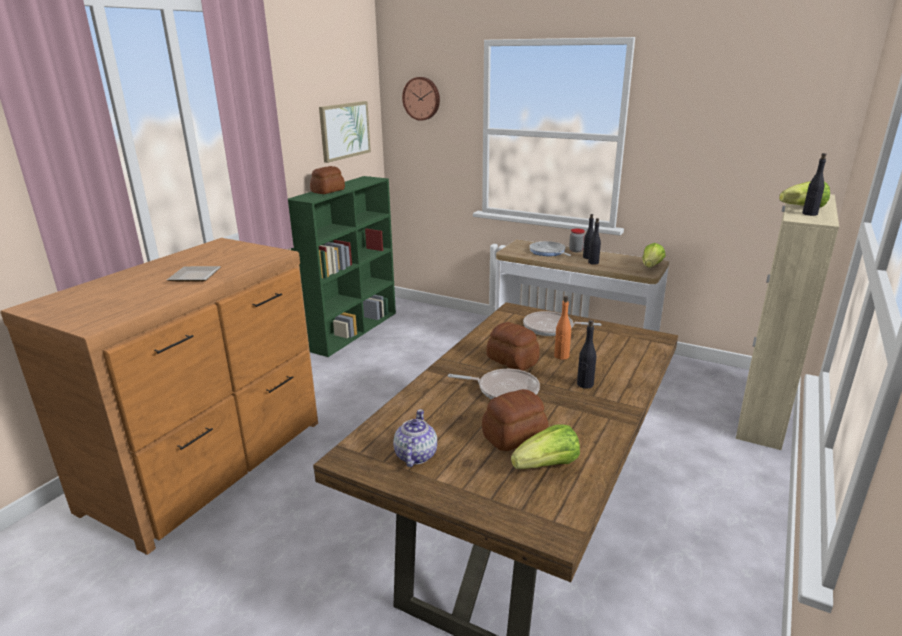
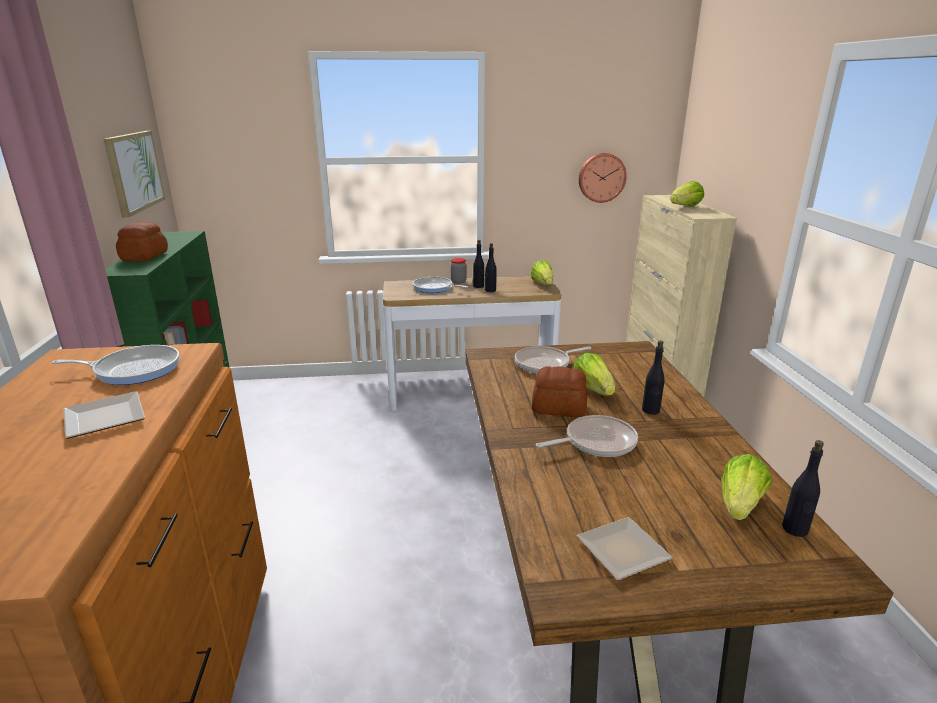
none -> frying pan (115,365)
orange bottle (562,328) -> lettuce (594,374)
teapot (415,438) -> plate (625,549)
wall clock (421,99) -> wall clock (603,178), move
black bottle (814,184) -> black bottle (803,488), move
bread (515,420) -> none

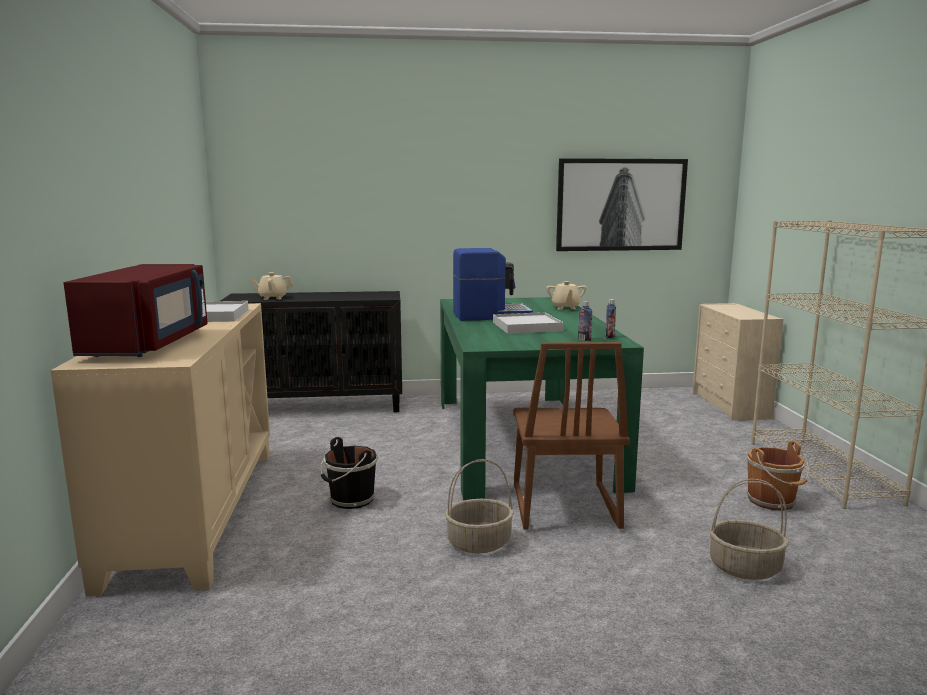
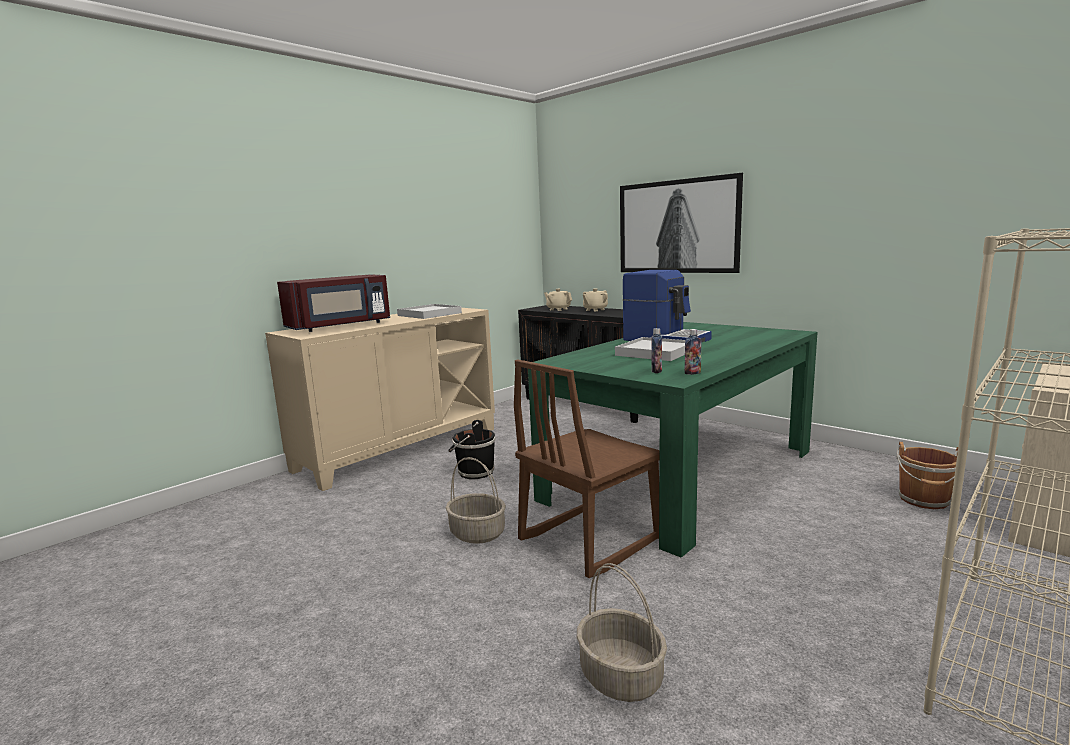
beige teapot (566,295) -> beige teapot (595,299), move
picture (622,204) -> picture (681,223), move
brown bucket (778,476) -> brown bucket (927,475), move

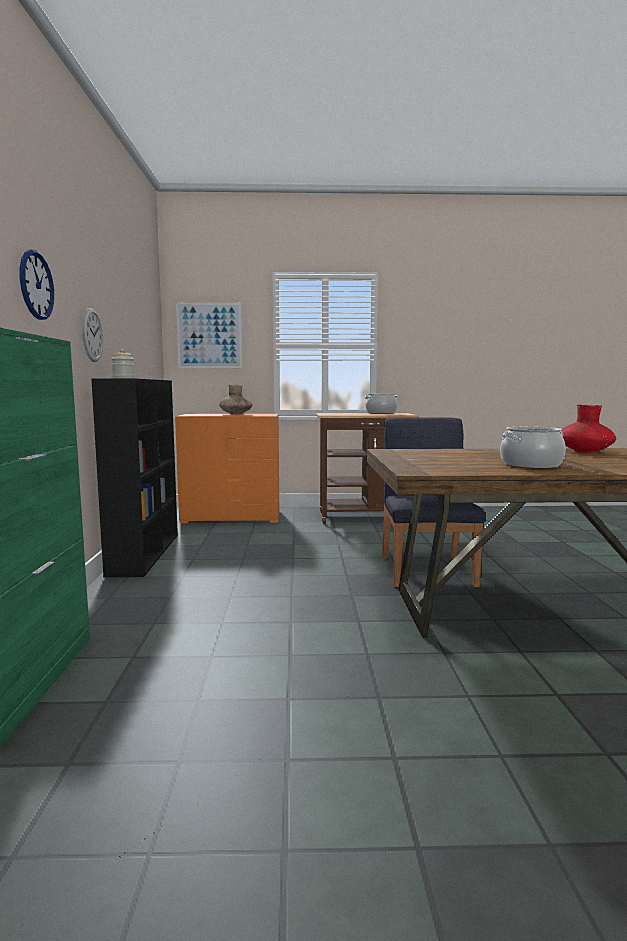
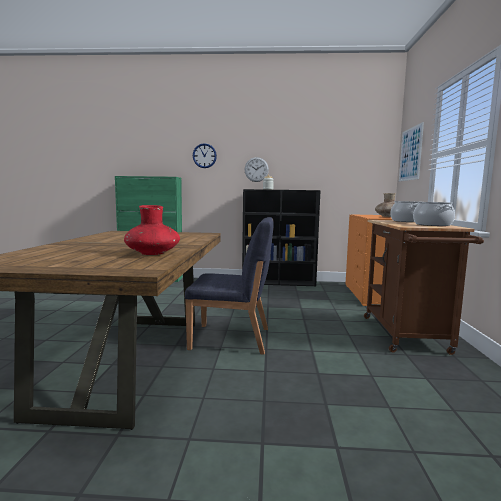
cooking pot (533,448) -> cooking pot (404,211), move

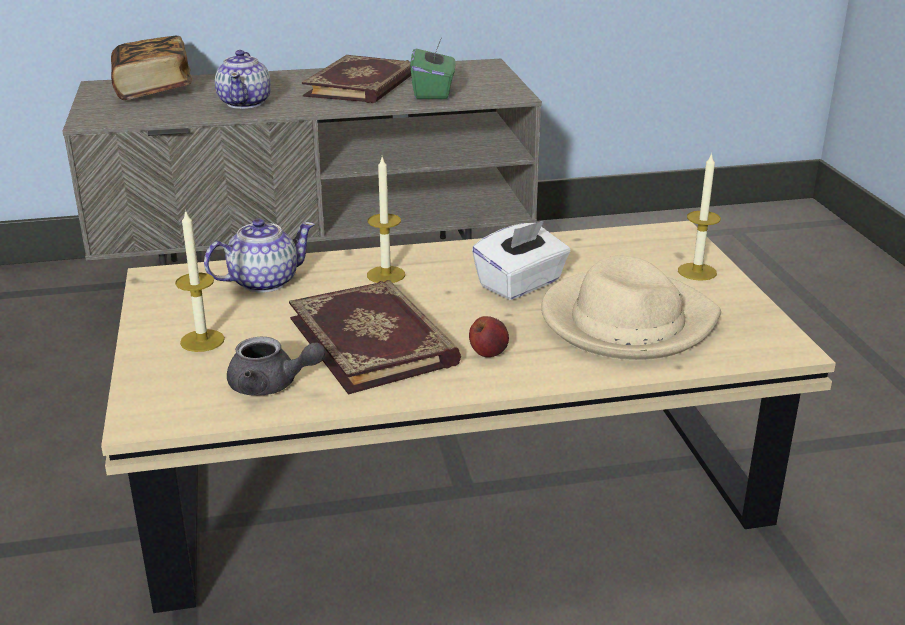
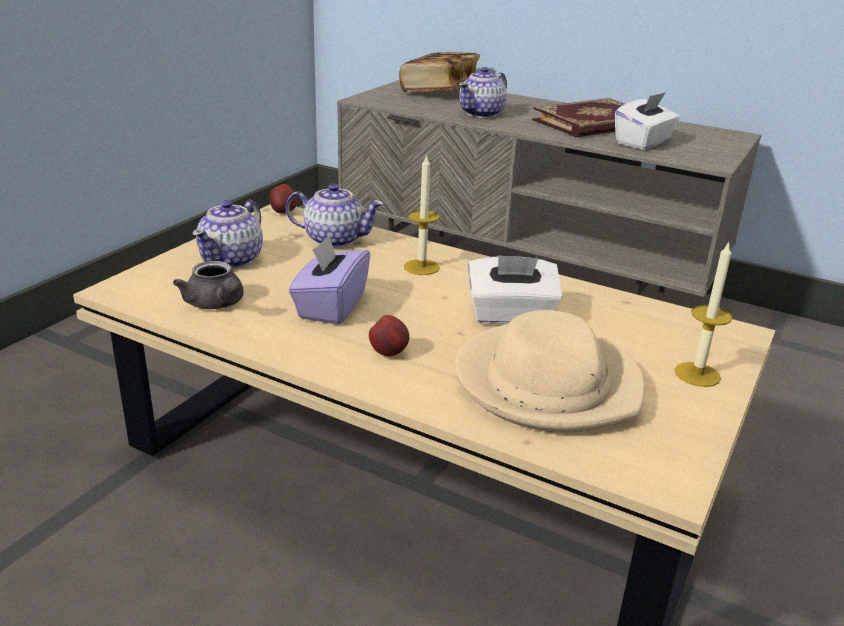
candle (200,280) -> teapot (227,234)
none -> apple (284,199)
book (375,337) -> purple tissue box (329,280)
green tissue box (432,69) -> white tissue box (647,121)

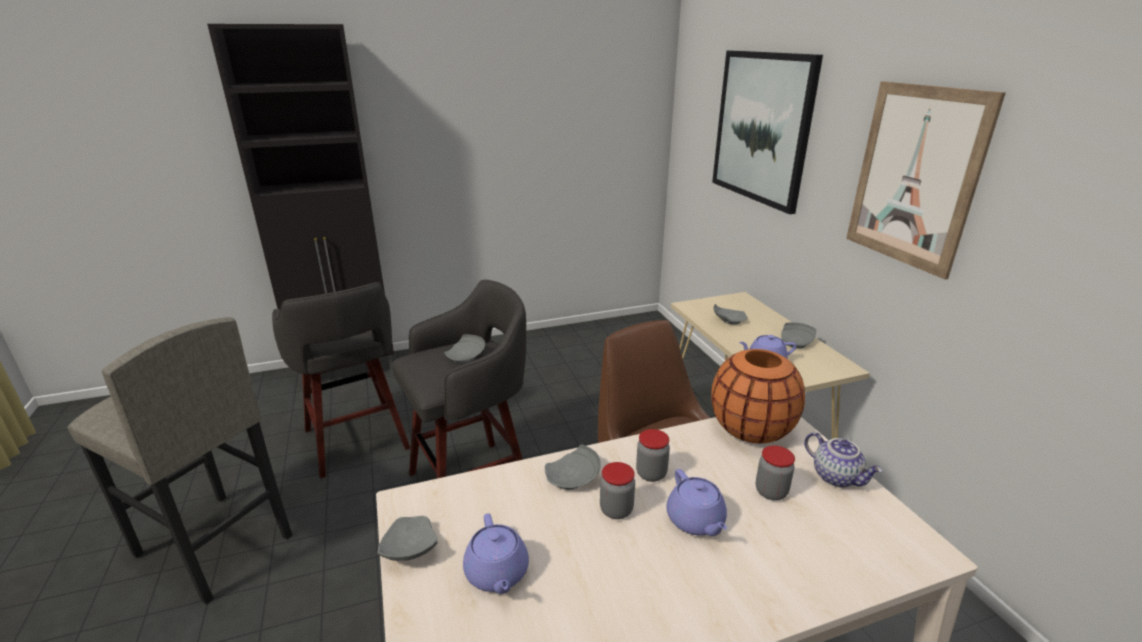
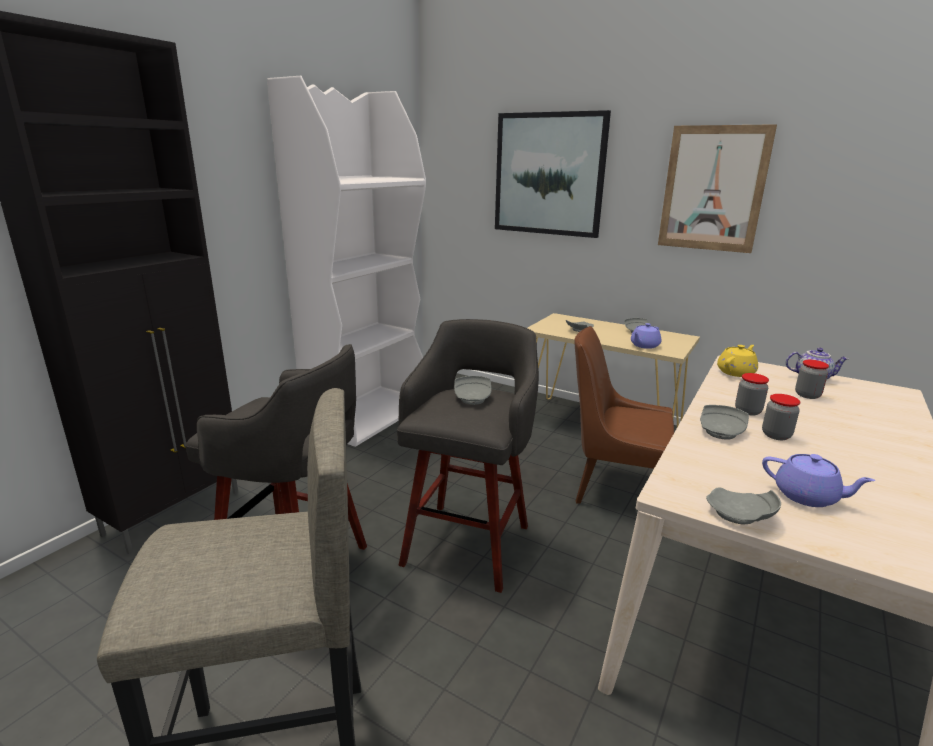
none -> white bookcase (346,261)
orange vase (758,396) -> yellow teapot (737,361)
purple teapot (696,502) -> none

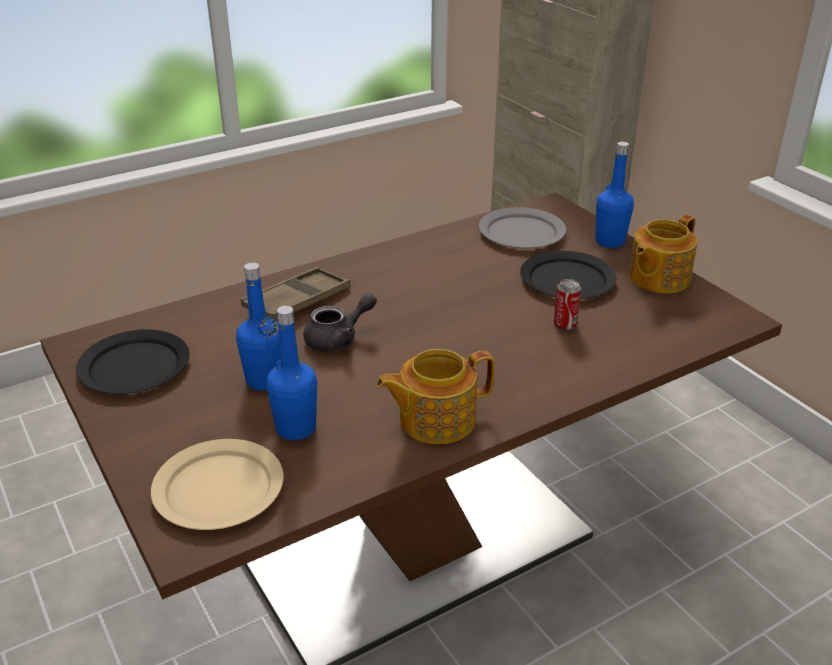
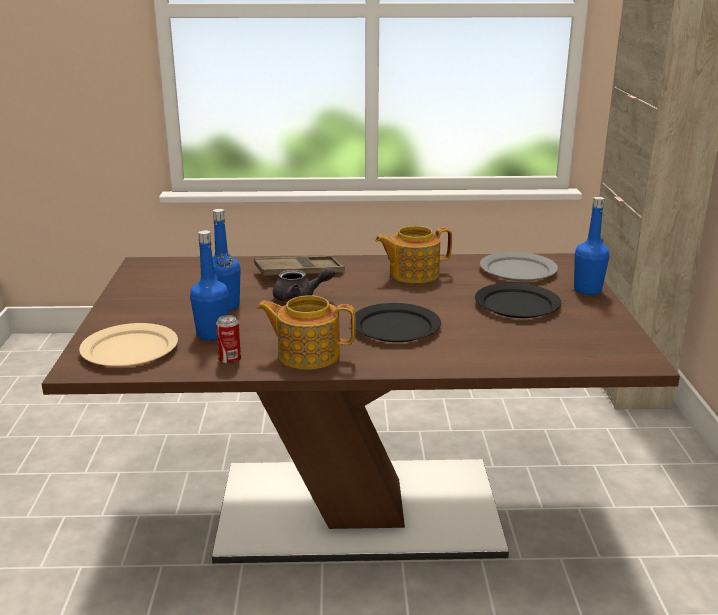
can (567,305) -> can (228,340), move
black plate (133,361) -> black plate (396,322), move
teapot (663,254) -> teapot (413,254), move

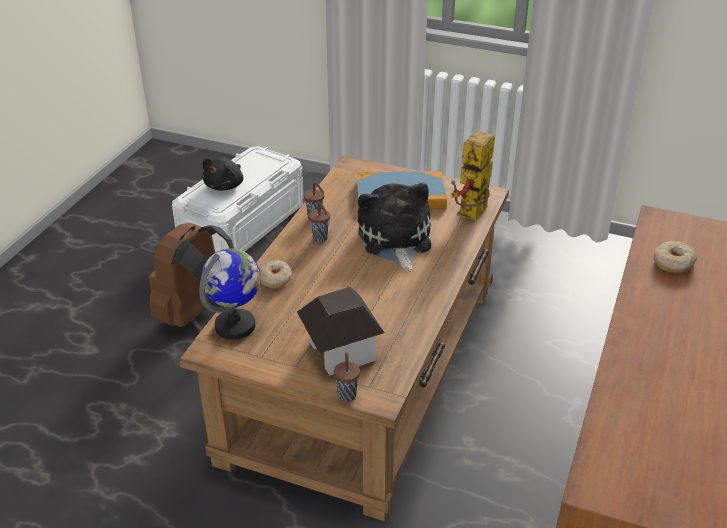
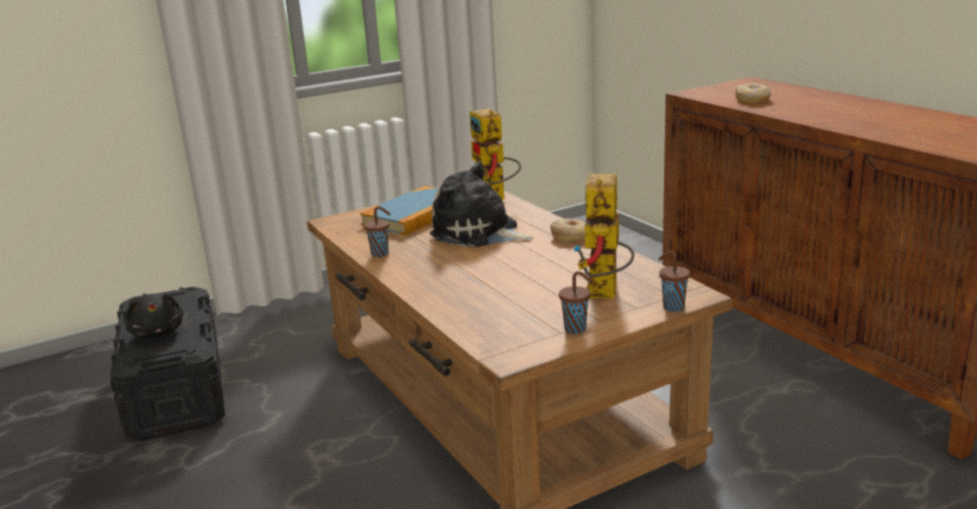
white storage box (238,199) -> black storage box (167,363)
donut (275,274) -> donut (567,229), move
brown cup (319,222) -> brown cup (576,302), move
toy house (341,331) -> toy robot (603,236)
brown backpack (191,277) -> none
globe (230,294) -> none

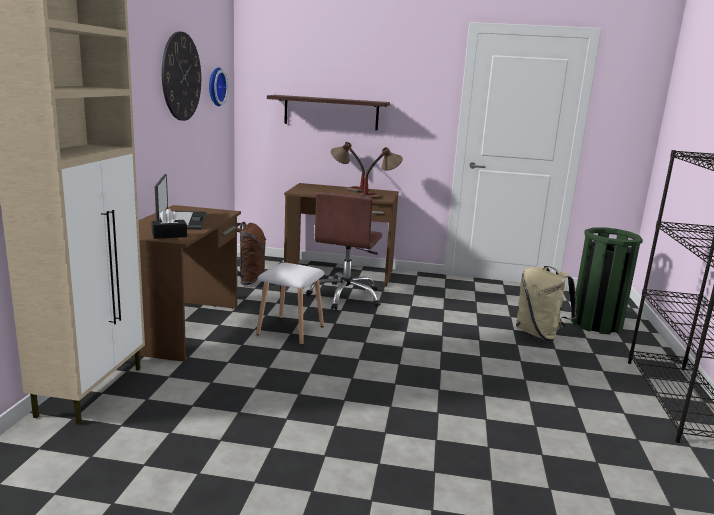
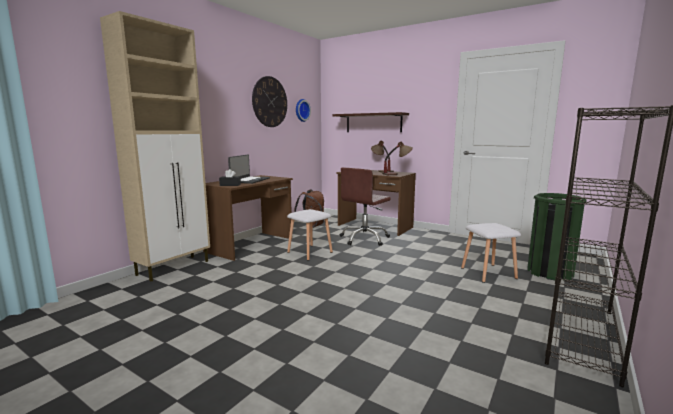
beige backpack (546,303) -> white stool (491,253)

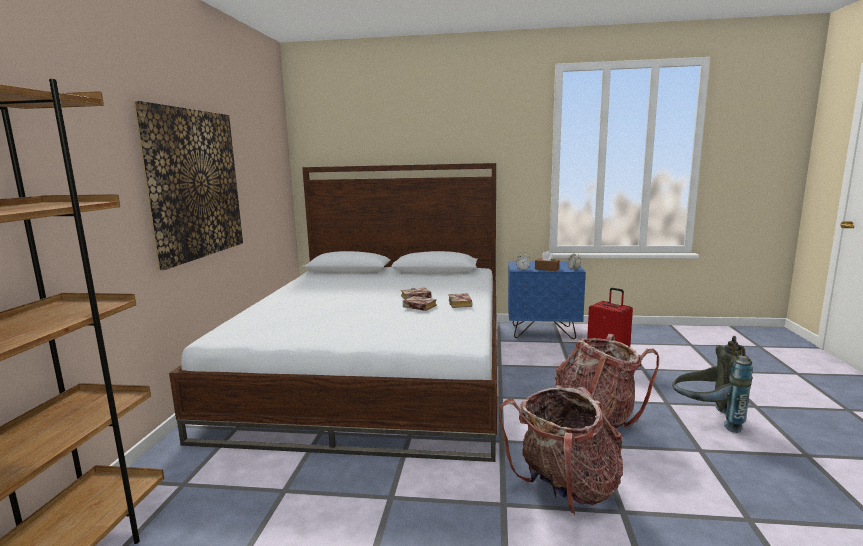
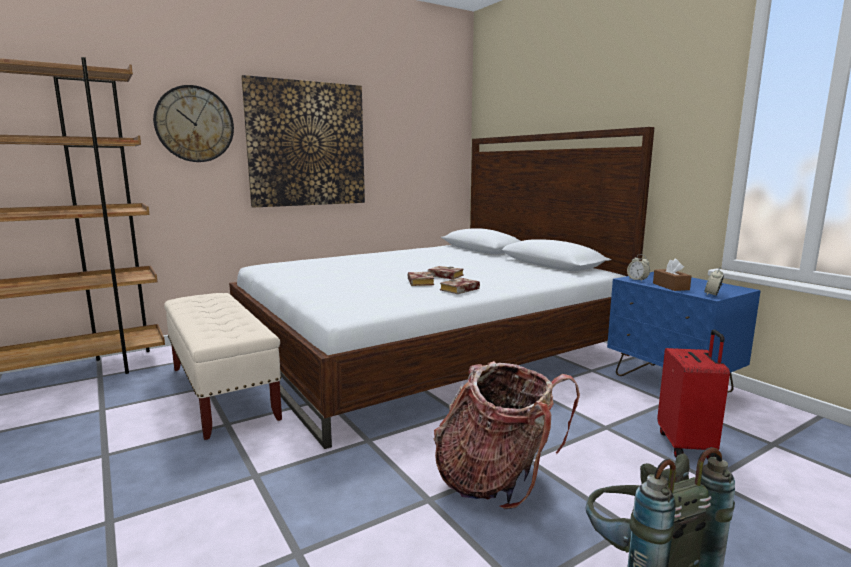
none -> wall clock (193,123)
none -> beige bench (223,366)
backpack (561,450) -> none

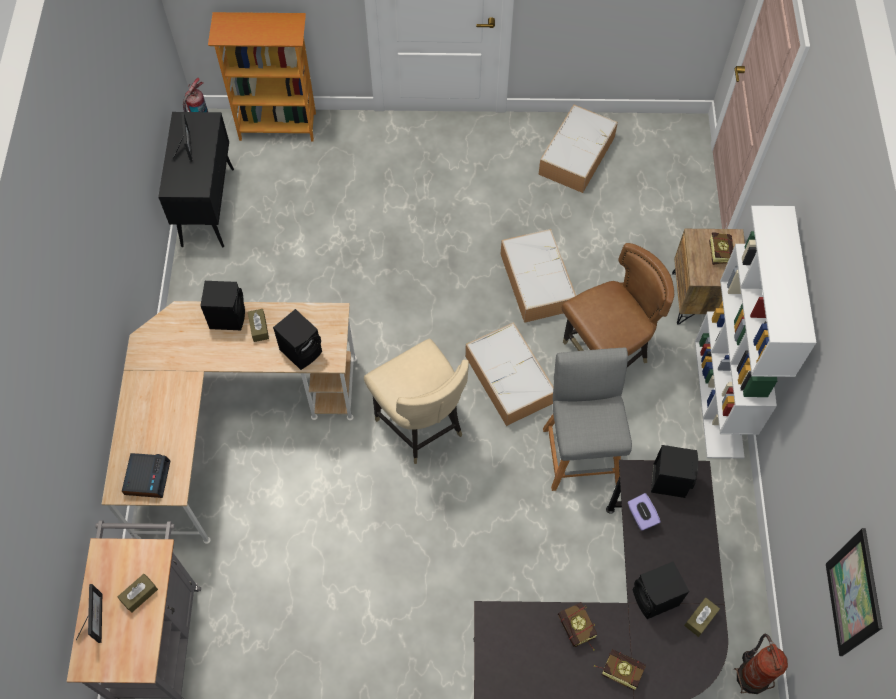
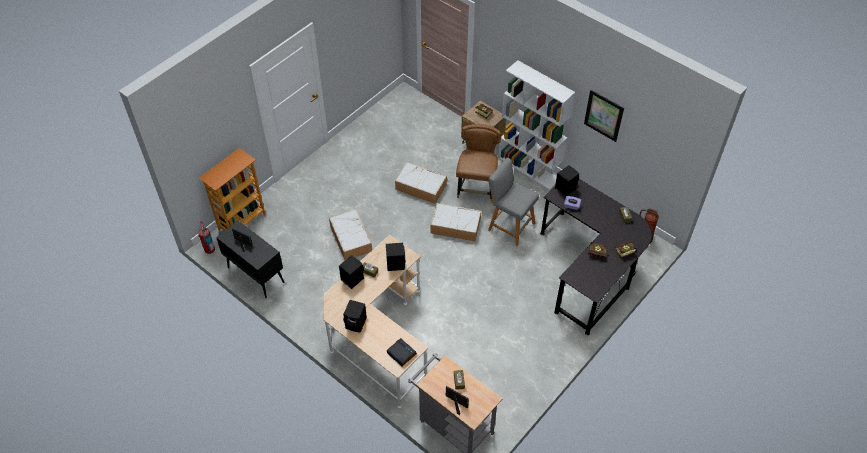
storage box (578,149) -> storage box (350,234), move
black speaker (661,590) -> black speaker (355,316), move
picture (854,592) -> picture (604,116), move
beige chair (416,401) -> none

